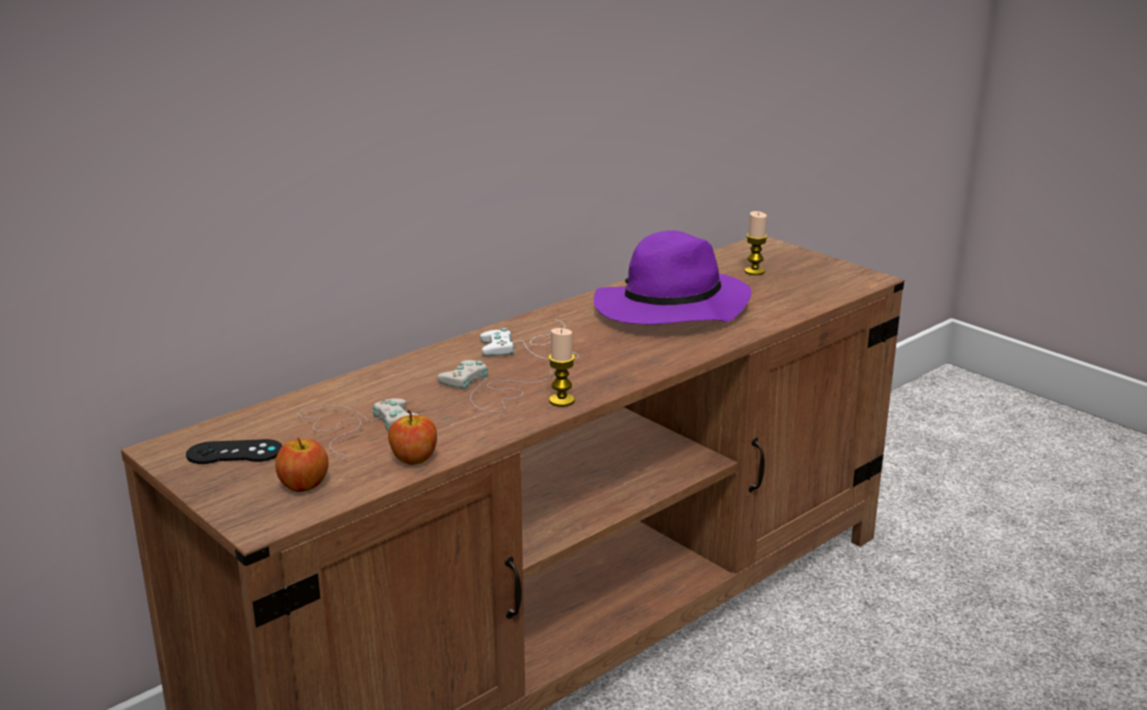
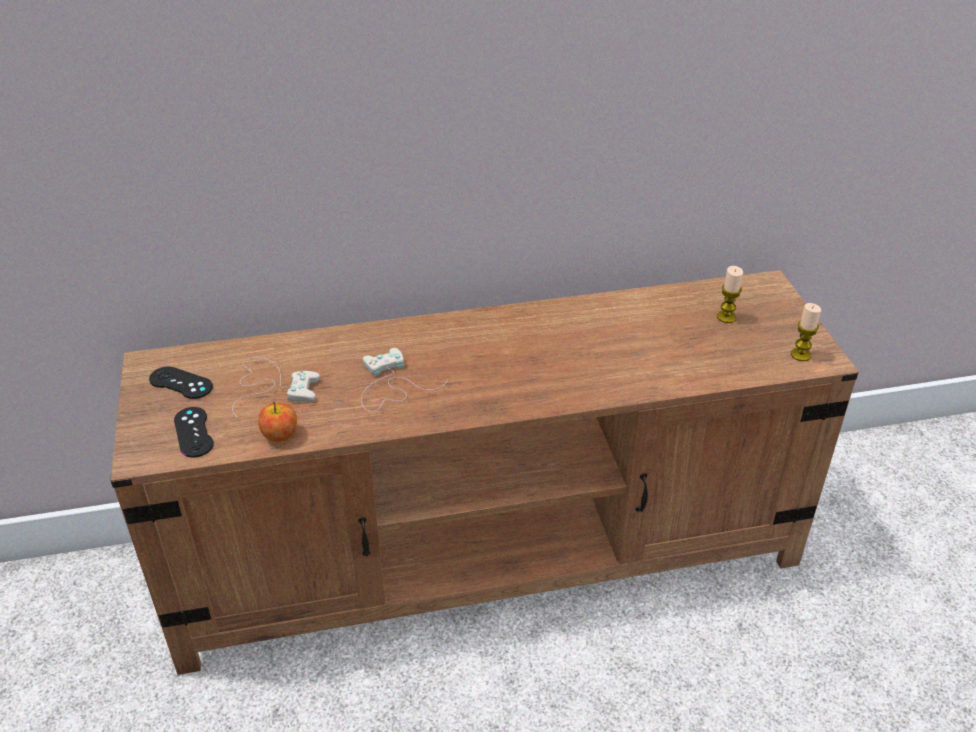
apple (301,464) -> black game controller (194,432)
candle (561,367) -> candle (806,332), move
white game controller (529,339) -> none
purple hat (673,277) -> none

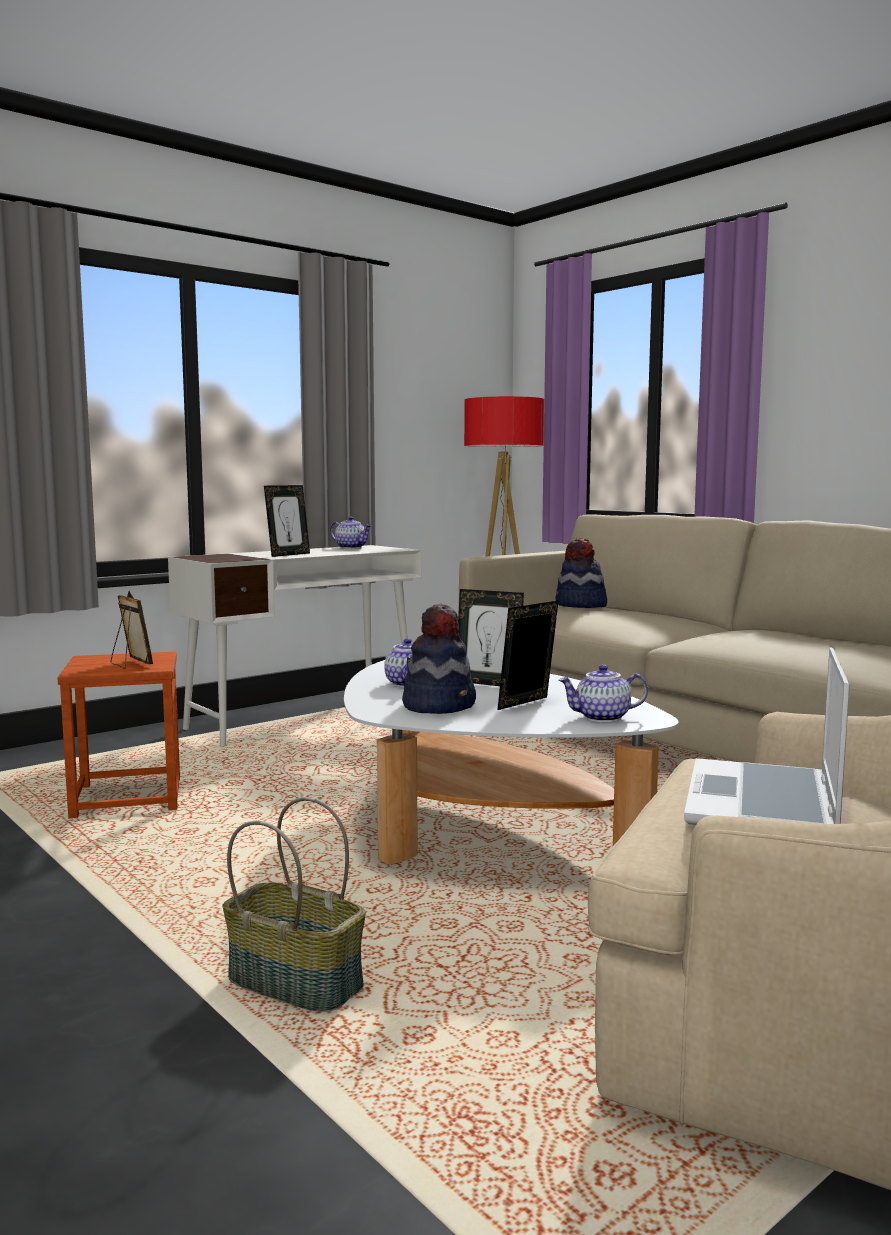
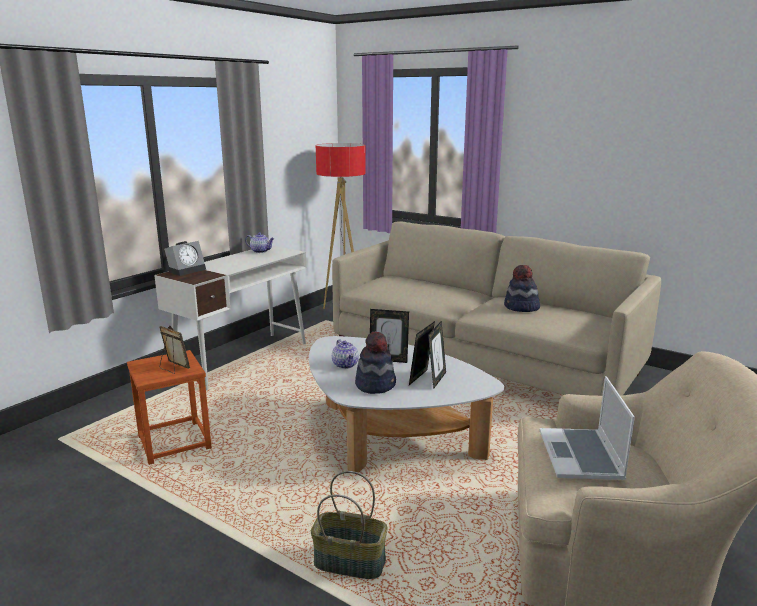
none -> alarm clock (185,258)
picture frame (287,521) -> picture frame (437,355), move
hat (581,573) -> hat (522,288), move
teapot (603,693) -> none

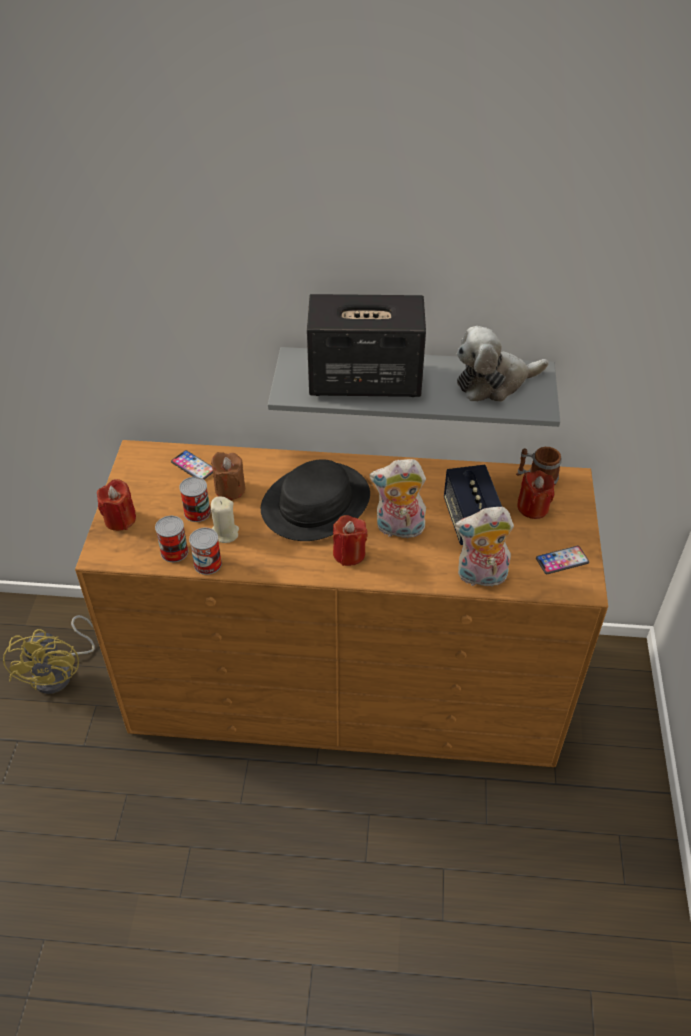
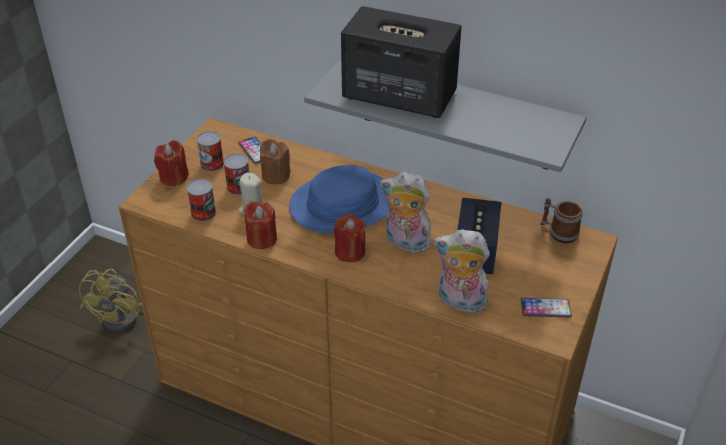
can (205,551) -> can (210,151), move
red candle (536,494) -> red candle (260,225), move
black hat (315,500) -> blue hat (338,199)
plush toy (503,364) -> none

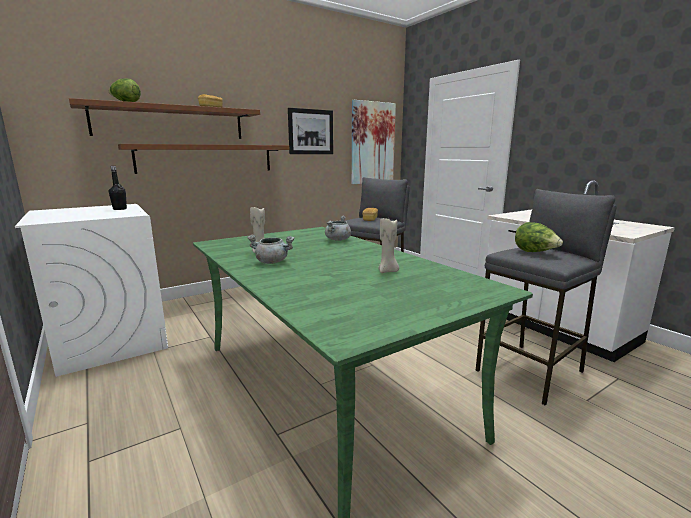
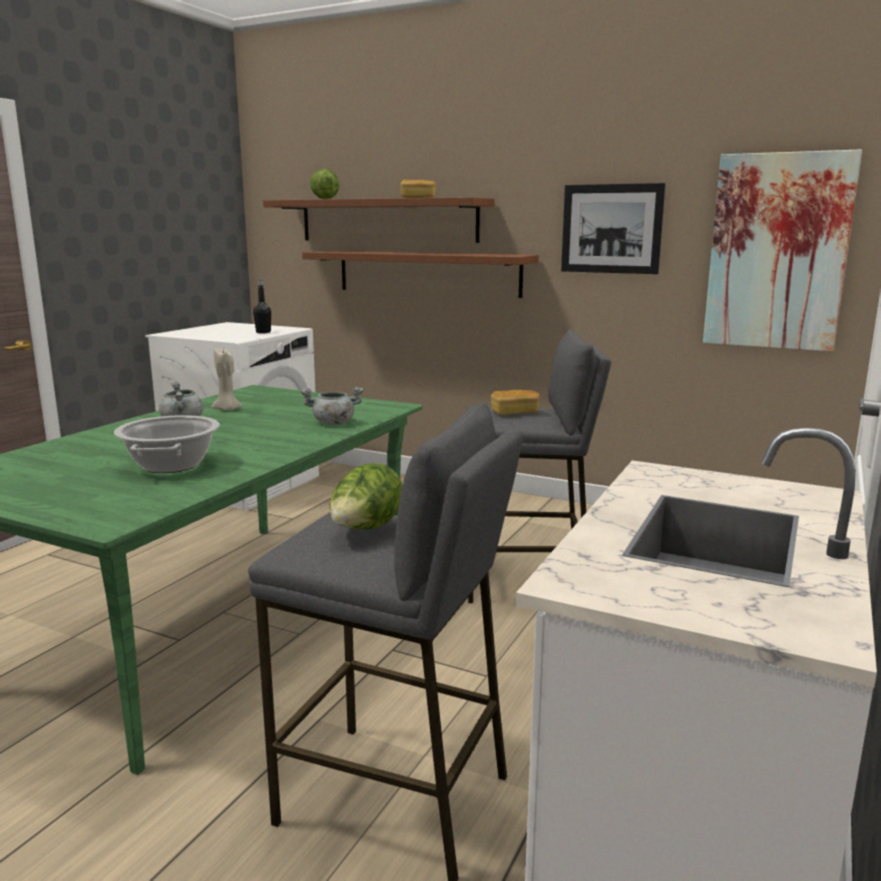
beige candle (388,245) -> cooking pot (167,444)

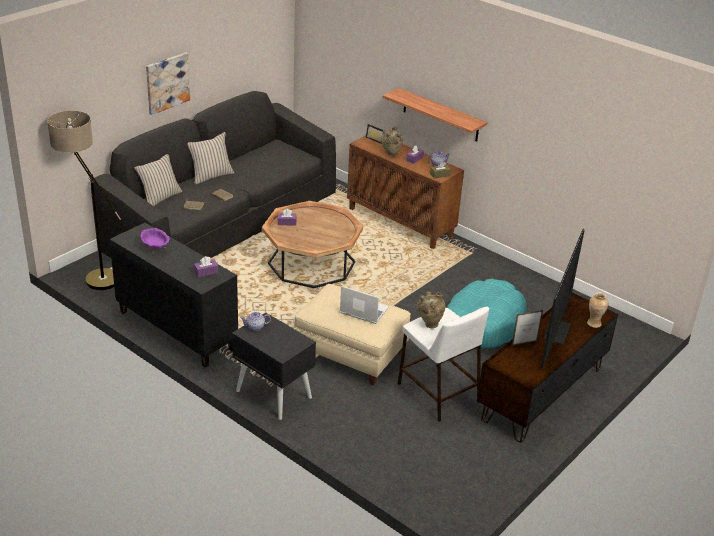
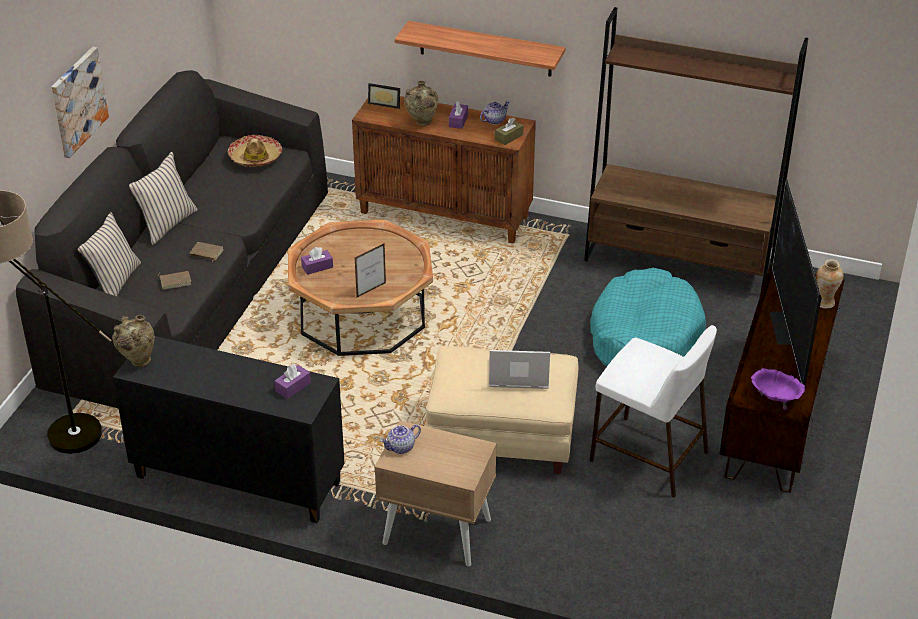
beige vase (431,309) -> beige vase (133,341), move
none -> hat (255,151)
picture frame (527,328) -> picture frame (370,270), move
black nightstand (274,366) -> beige nightstand (435,493)
none -> brown bookcase (696,151)
purple bowl (155,241) -> purple bowl (778,389), move

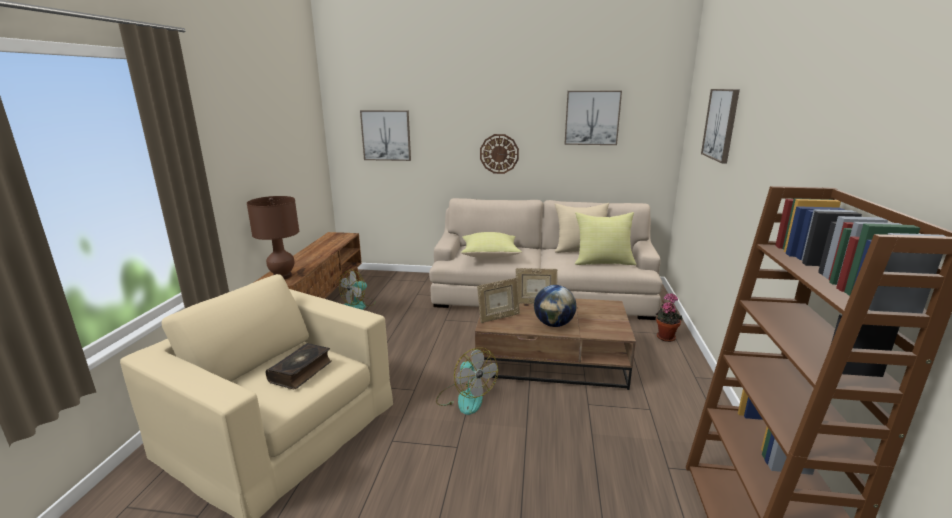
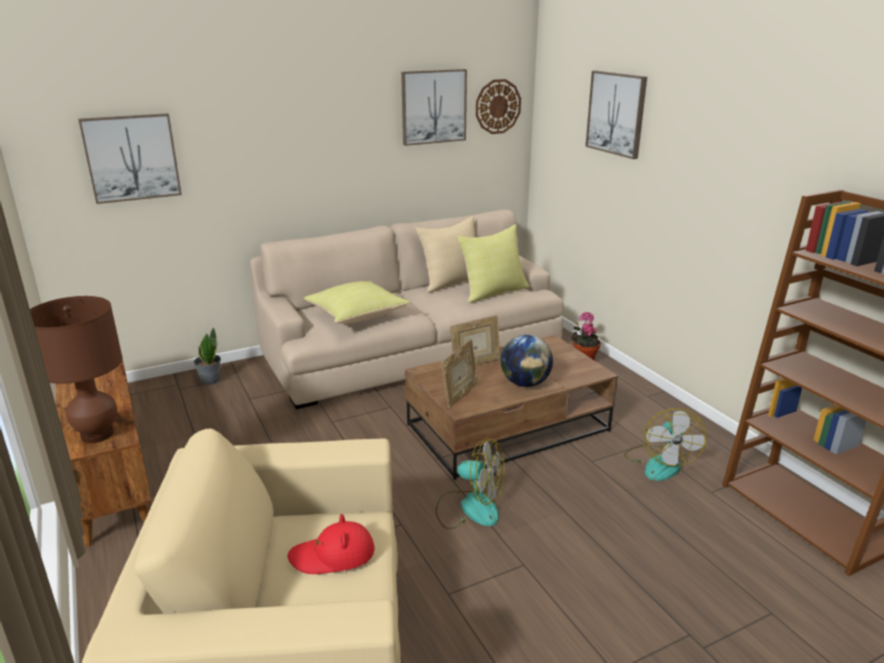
none -> potted plant (207,356)
book (299,366) -> red hat (331,544)
wall clock (499,154) -> wall clock (498,106), move
fan (357,289) -> fan (665,444), move

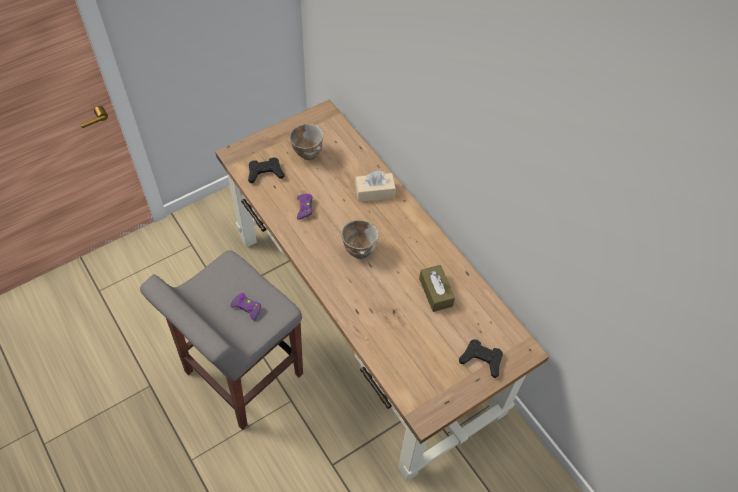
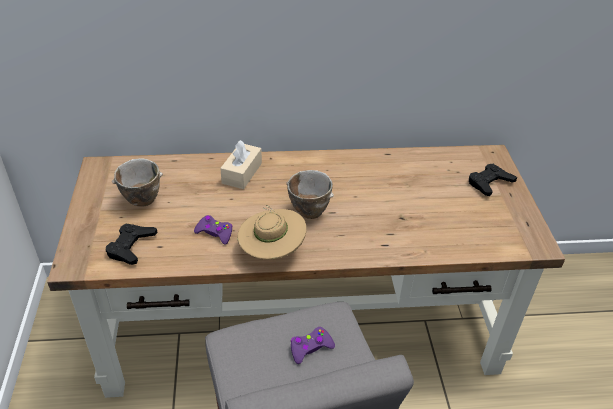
none -> beige hat (271,232)
brown tissue box (437,288) -> none

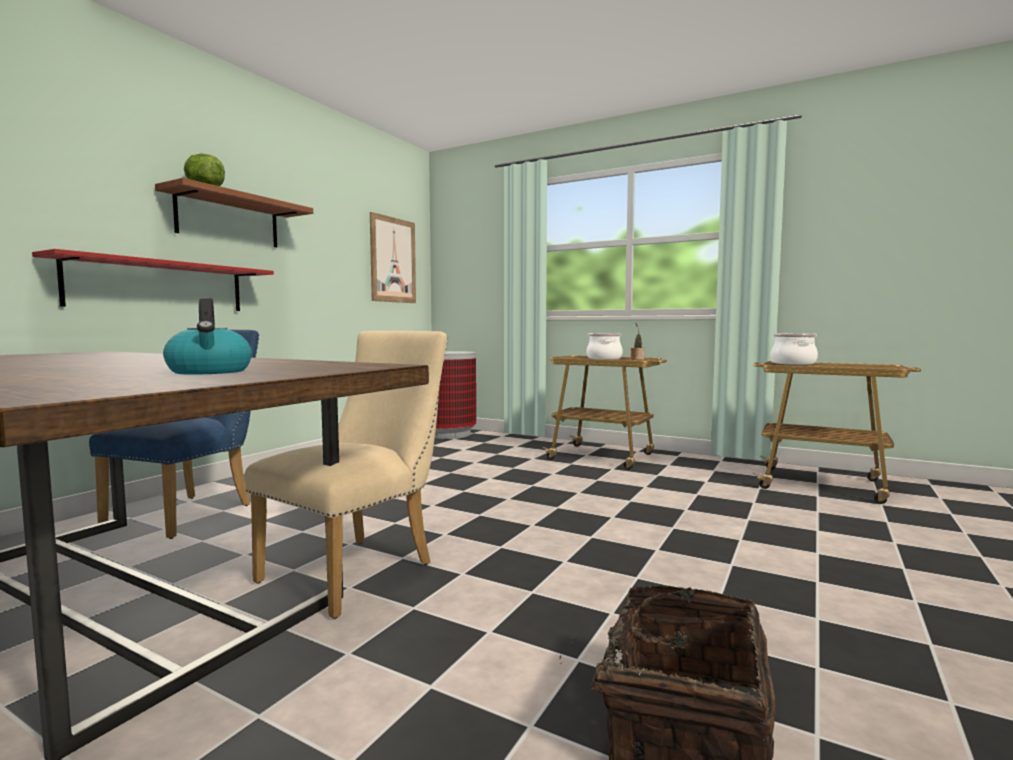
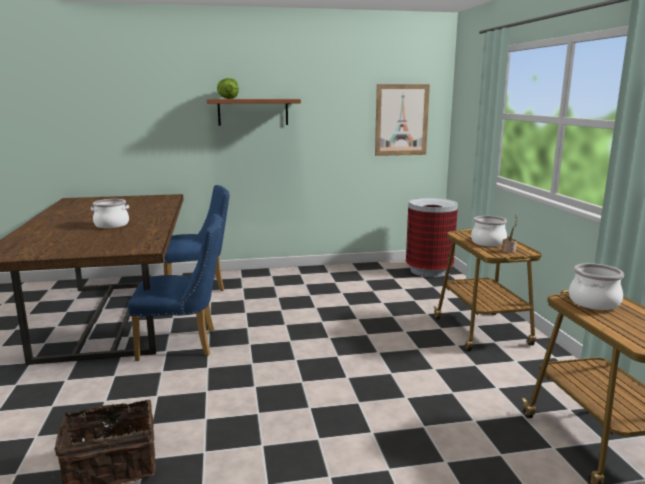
none -> cooking pot (110,213)
beige chair (346,475) -> blue chair (175,287)
red shelf (153,280) -> none
kettle (207,336) -> none

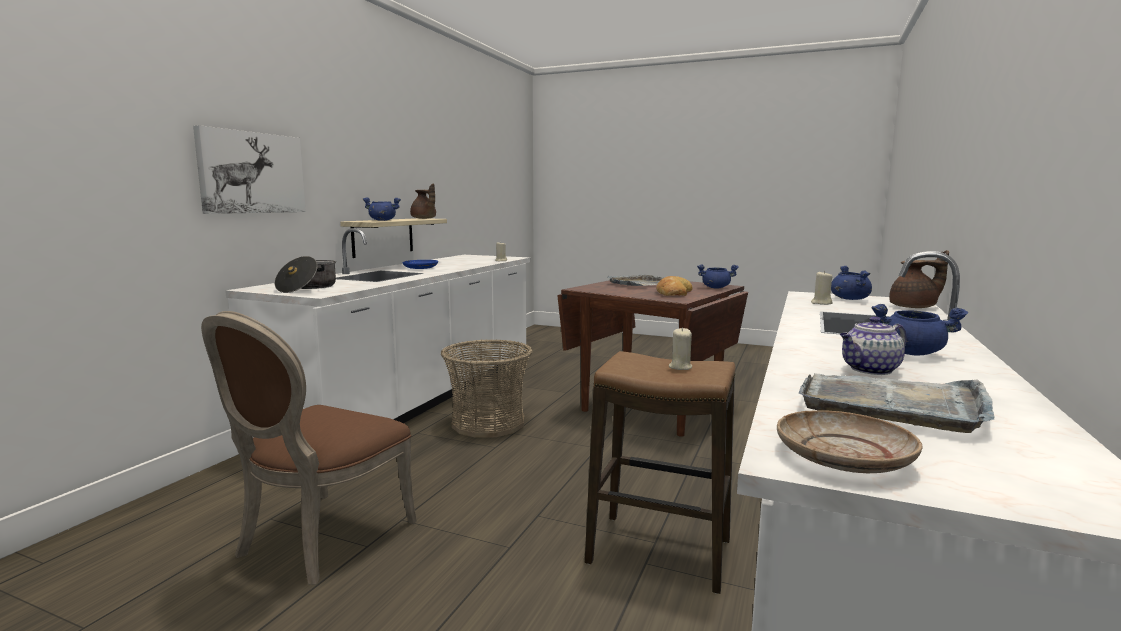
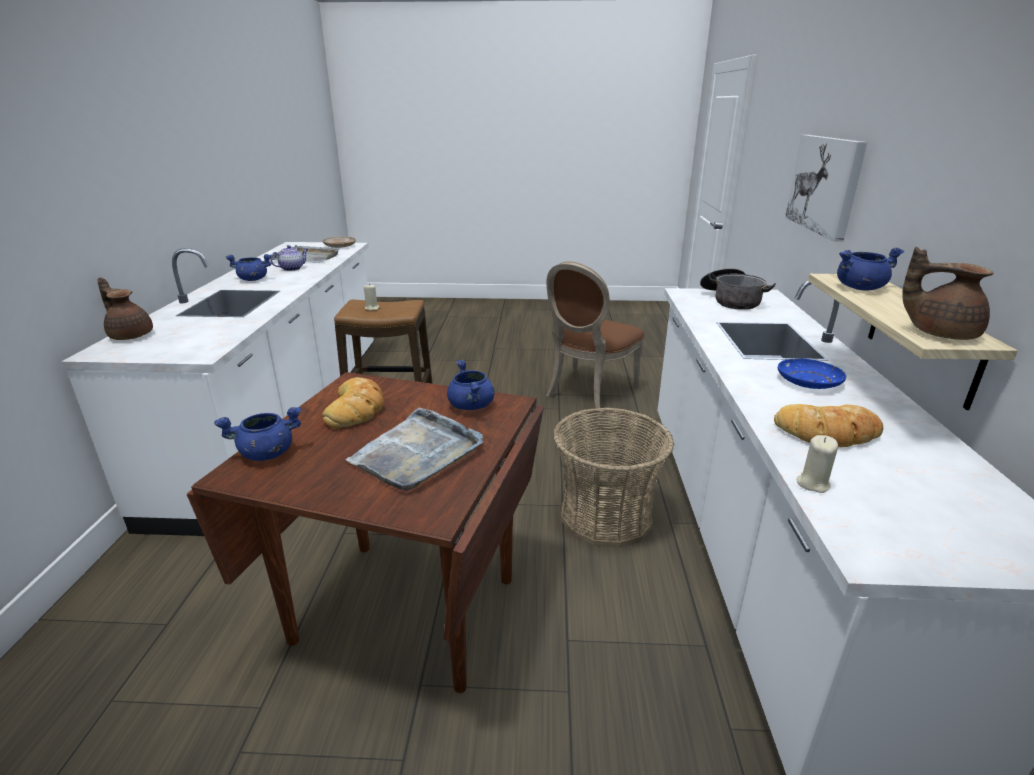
brown teapot (919,279) -> brown teapot (125,309), 60 degrees clockwise
blue cooking pot (851,283) -> blue cooking pot (471,385), move
brown chair (309,448) -> brown chair (595,335), 150 degrees counterclockwise
none -> bread (828,425)
beige candle (821,288) -> none

